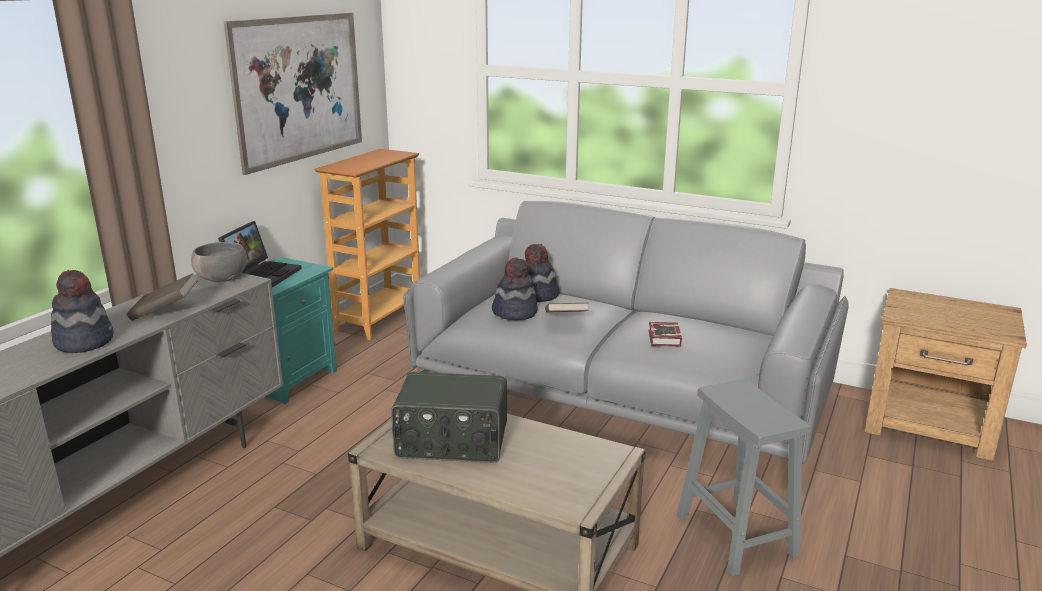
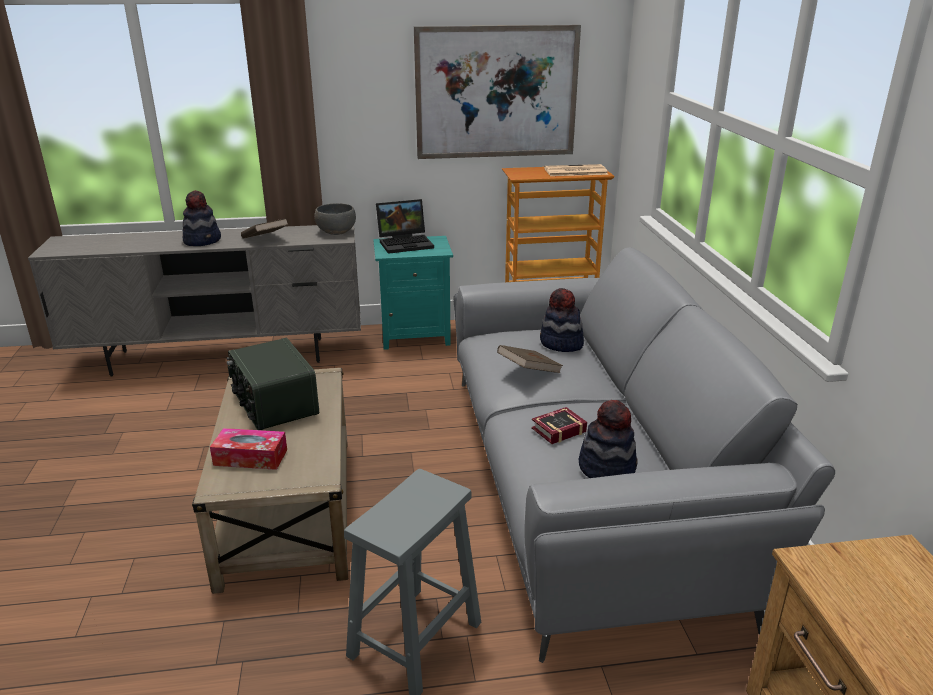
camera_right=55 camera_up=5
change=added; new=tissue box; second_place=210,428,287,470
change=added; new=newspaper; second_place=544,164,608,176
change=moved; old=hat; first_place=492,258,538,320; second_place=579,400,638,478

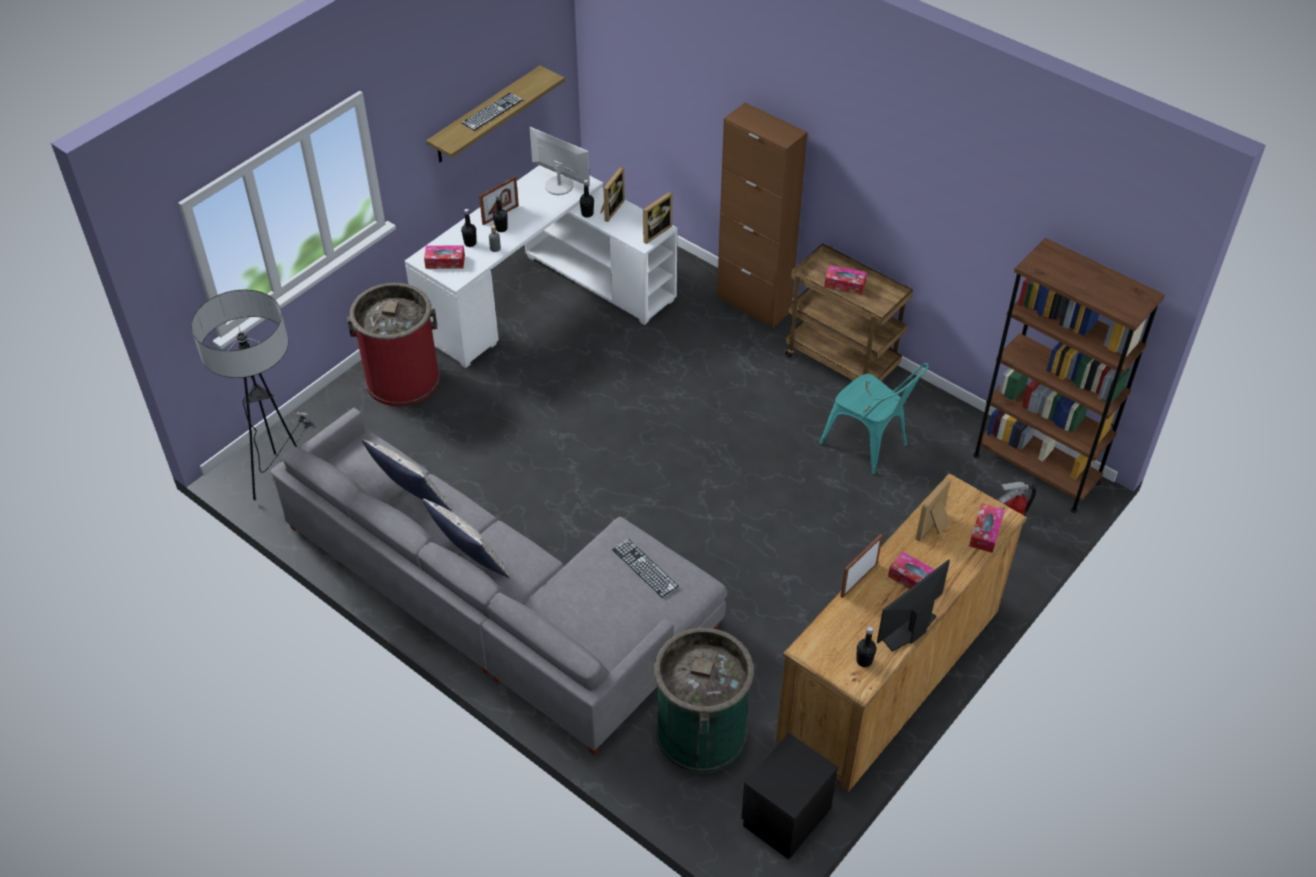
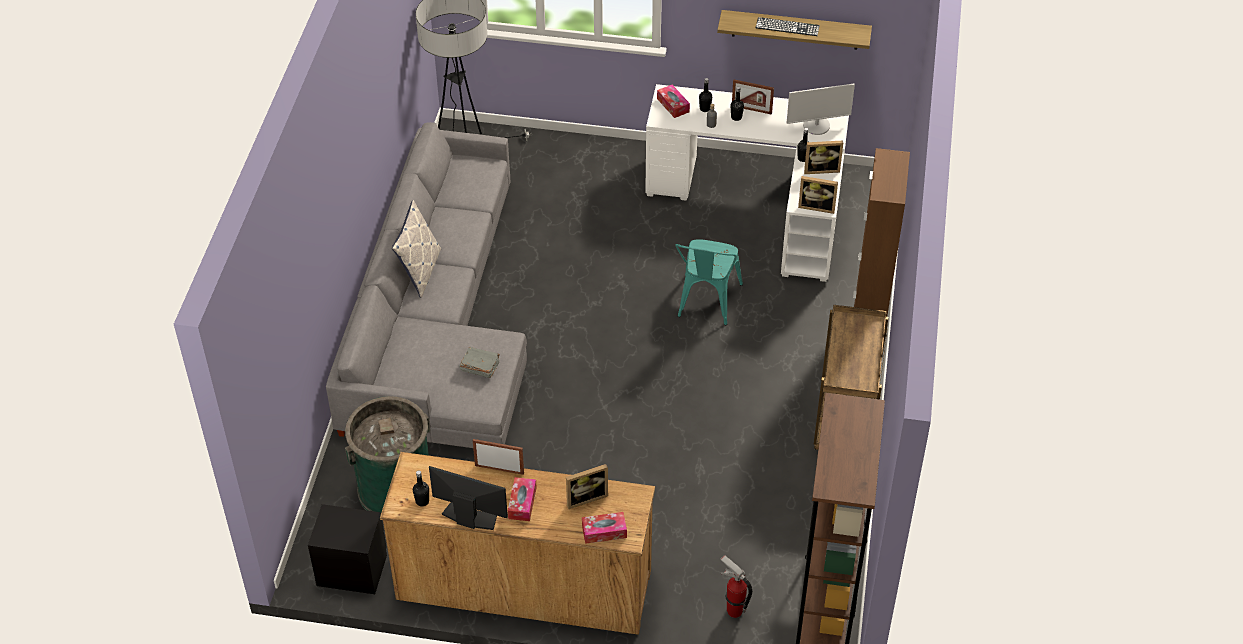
camera_right=60 camera_up=0
change=removed; old=red trash can; first_place=347,283,440,406
change=removed; old=pillow; first_place=362,439,452,511
change=removed; old=tissue box; first_place=824,265,867,295
change=moved; old=turquoise chair; first_place=819,363,929,475; second_place=675,239,743,325
change=replaced; old=keyboard; new=grey book; first_place=612,539,678,597; second_place=460,347,500,378
change=turned; old=monitor; first_place=530,127,590,195; second_place=787,84,855,135; degrees=75
change=turned; old=picture frame; first_place=916,477,951,542; second_place=566,464,608,509; degrees=150

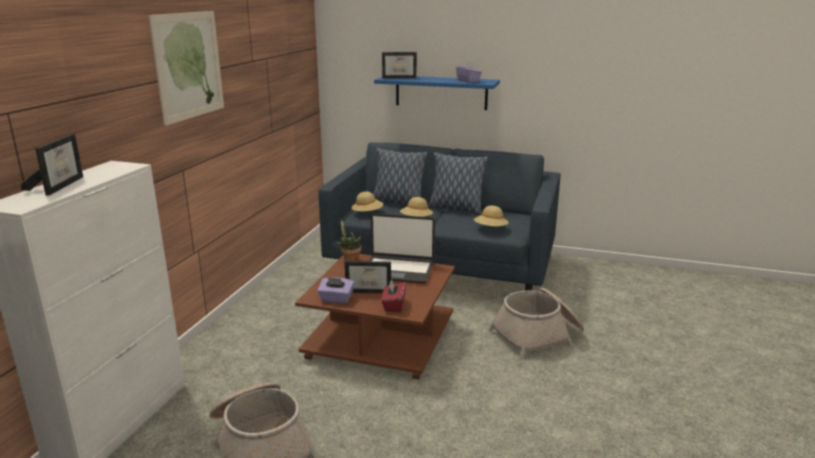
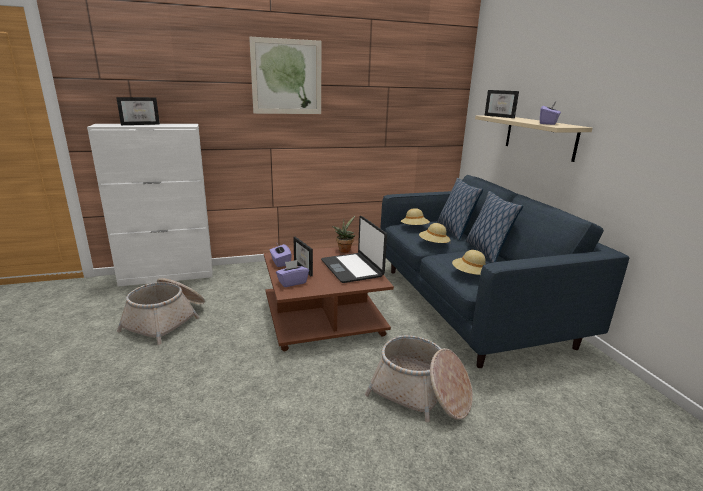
camera_right=55 camera_up=0
change=recoloured; old=blue shelf; new=beige shelf; first_place=374,76,500,110; second_place=475,115,592,162
change=recoloured; old=red tissue box; new=purple tissue box; first_place=382,279,406,312; second_place=276,260,309,287

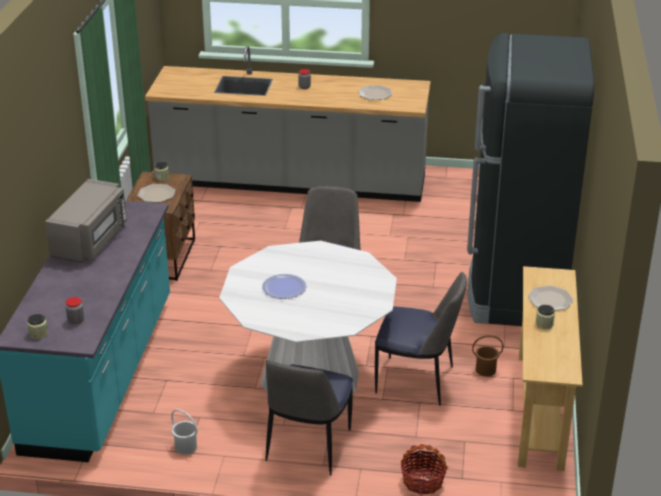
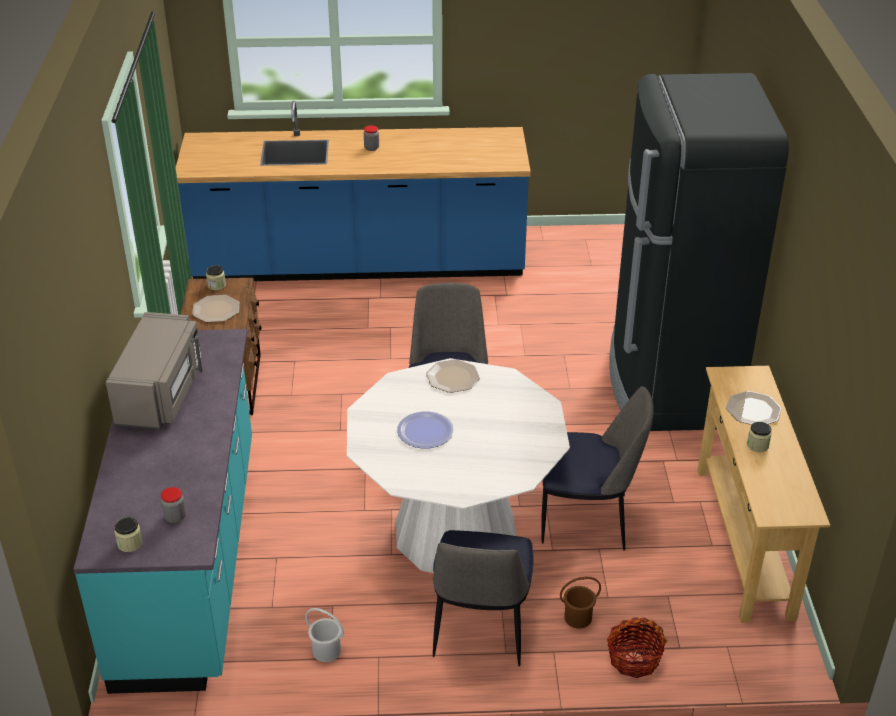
camera_right=-10 camera_up=5
change=moved; old=plate; first_place=358,85,392,100; second_place=426,359,480,393
change=moved; old=brown bucket; first_place=472,335,503,377; second_place=560,577,601,629
change=recoloured; old=grey counter; new=blue counter; first_place=145,45,431,202; second_place=176,101,531,281

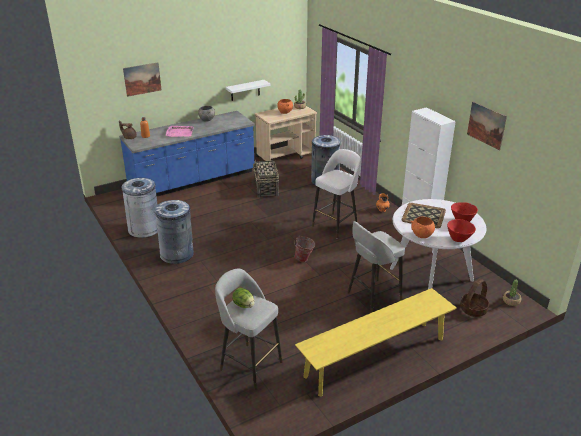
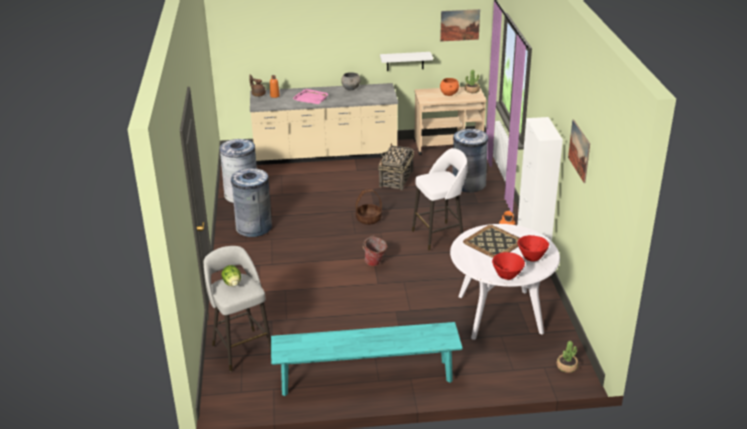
camera_right=25 camera_up=0
change=removed; old=grey stool; first_place=347,221,405,313
change=removed; old=orange bowl; first_place=411,217,435,238
change=moved; old=picture; first_place=123,63,162,97; second_place=440,9,480,42
change=moved; old=basket; first_place=460,279,489,317; second_place=356,189,382,225
change=recoloured; old=blue counter; new=beige counter; first_place=119,111,255,196; second_place=250,83,398,165
change=recoloured; old=yellow bench; new=turquoise bench; first_place=295,288,457,396; second_place=271,322,463,396

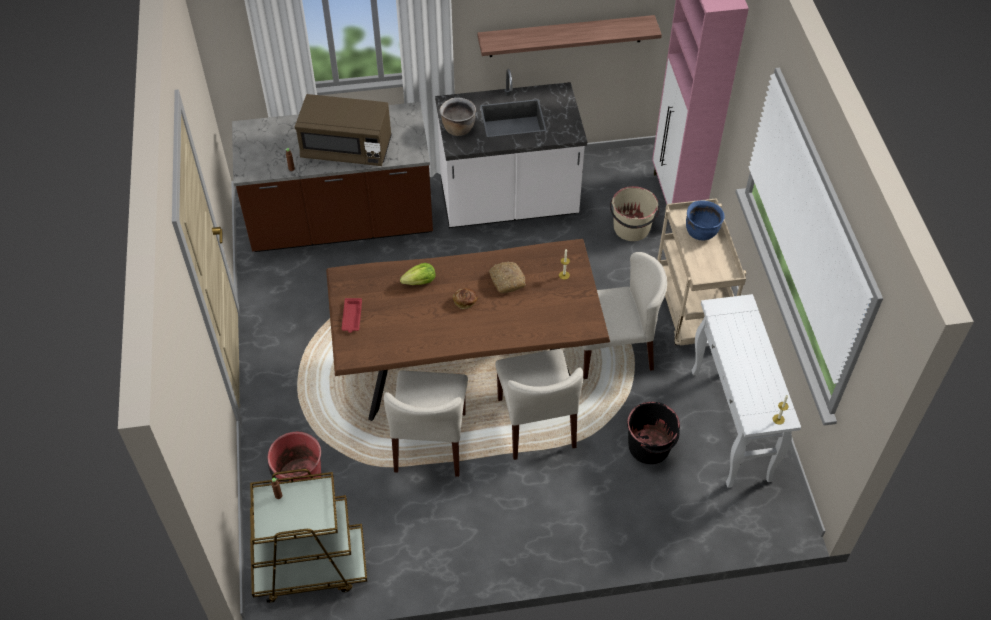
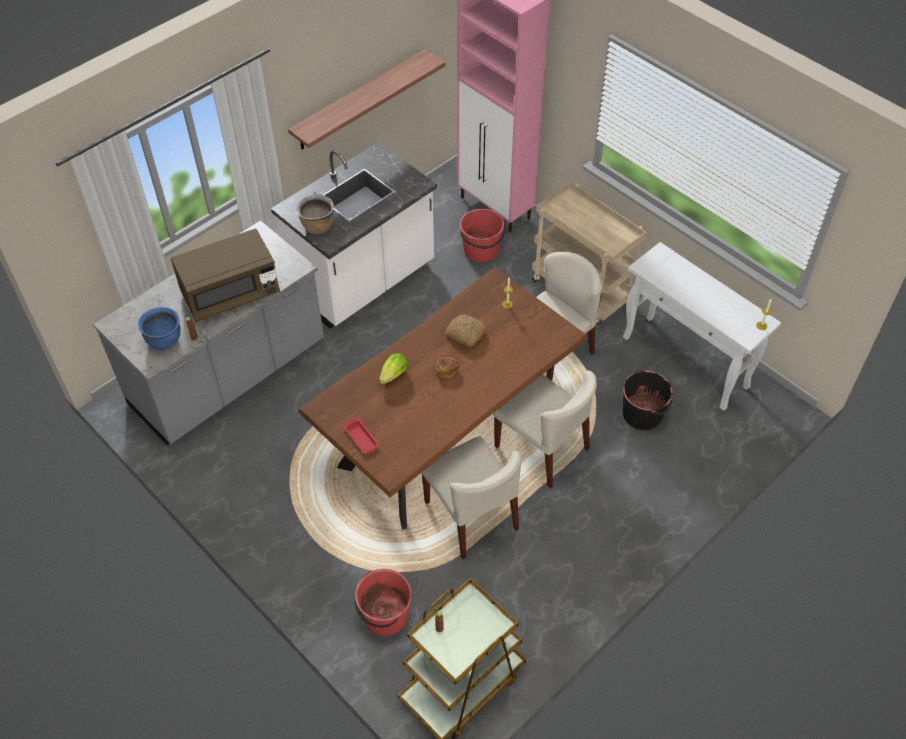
camera_right=-35 camera_up=0
change=moved; old=blue cooking pot; first_place=686,200,725,240; second_place=138,307,180,350
change=recoloured; old=brown counter; new=grey counter; first_place=232,102,433,252; second_place=93,220,324,445
change=recoloured; old=beige bucket; new=red bucket; first_place=610,186,659,241; second_place=460,209,506,262

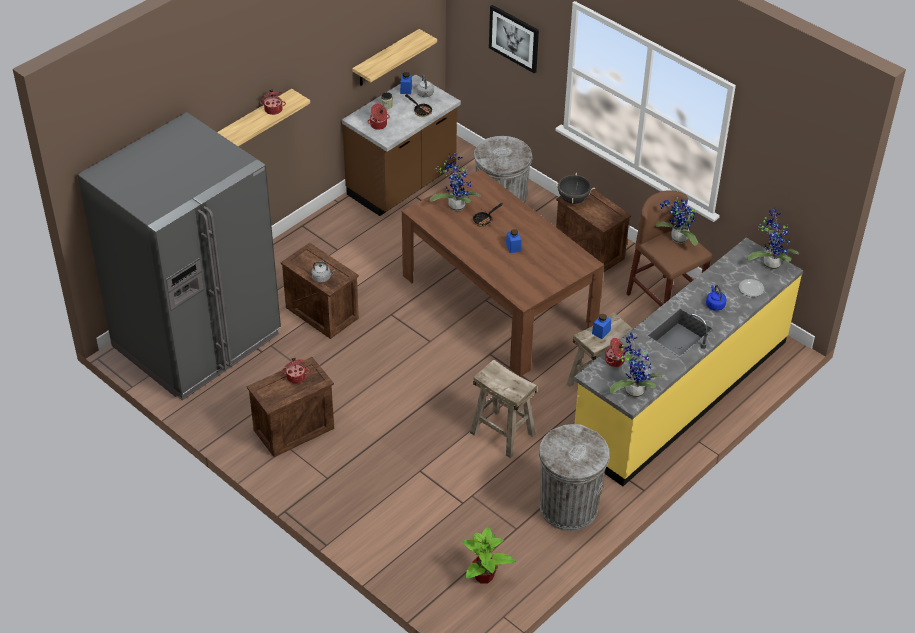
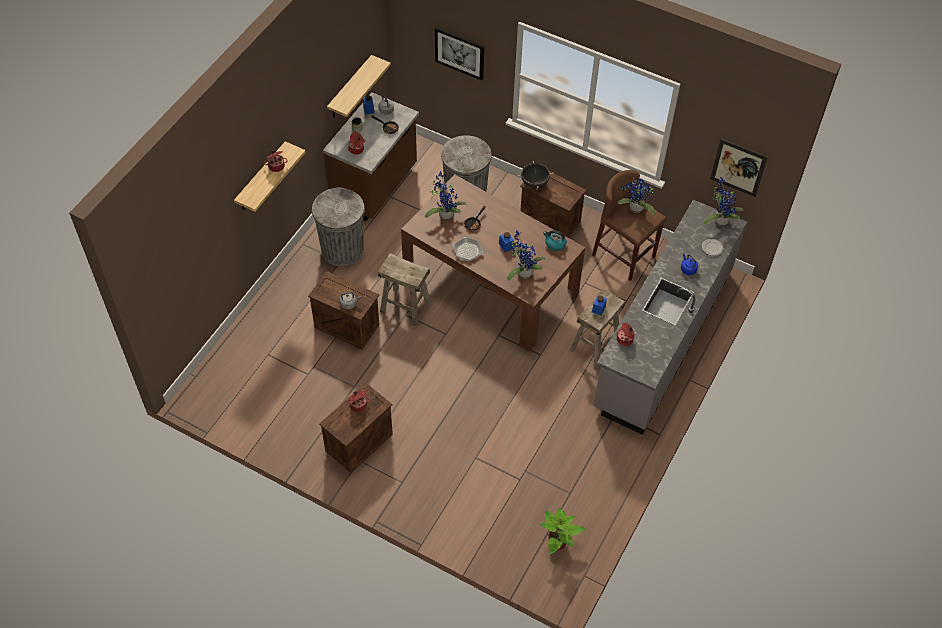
camera_right=-15 camera_up=10
change=removed; old=grey fridge; first_place=78,112,281,401
change=added; new=frying pan; second_place=452,237,483,261
change=added; new=kettle; second_place=543,230,567,251
change=added; new=picture; second_place=710,139,768,197
change=moved; old=beige stool; first_place=470,359,537,458; second_place=378,253,431,326
change=moved; old=grey trash can; first_place=539,424,610,531; second_place=312,187,365,266
change=moved; old=potted plant; first_place=609,332,663,398; second_place=507,230,545,280
change=recoloured; old=yellow counter; new=grey counter; first_place=574,238,803,486; second_place=594,200,747,435

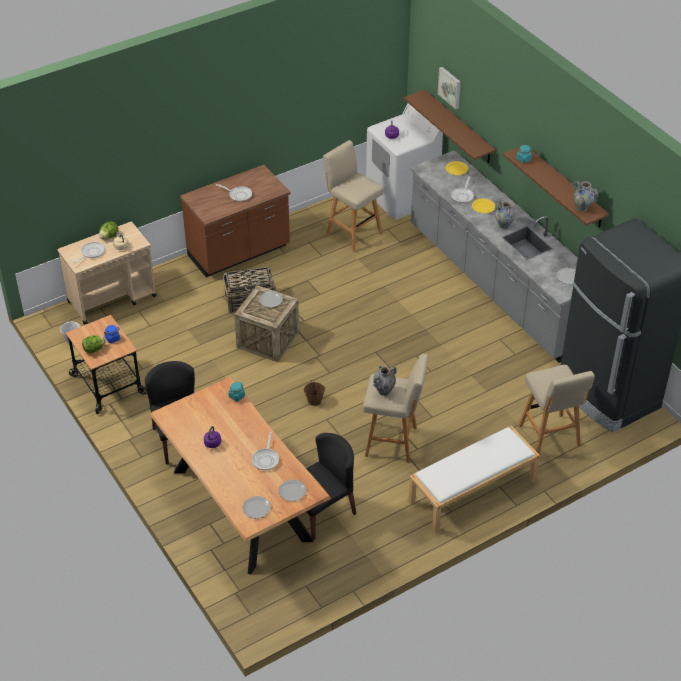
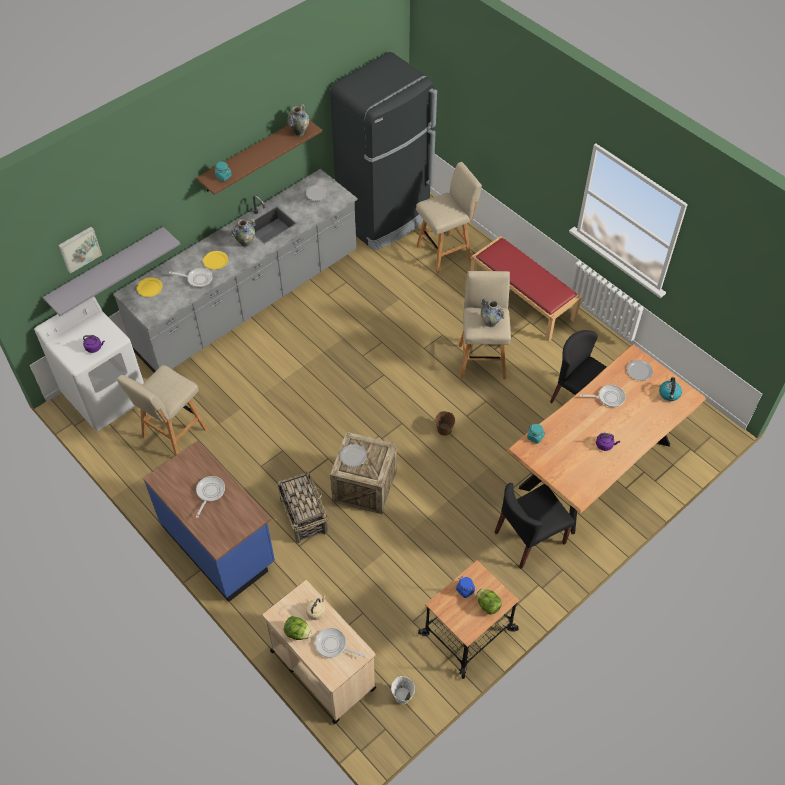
camera_right=-100 camera_up=10
change=replaced; old=plate; new=kettle; first_place=242,496,271,519; second_place=659,377,682,401
change=recoloured; old=brown counter; new=blue counter; first_place=180,165,291,277; second_place=143,441,275,602
change=recoloured; old=brown shelf; new=grey shelf; first_place=404,90,495,163; second_place=43,227,180,316
change=recoloured; old=white bench; new=red bench; first_place=408,426,540,533; second_place=470,236,582,342

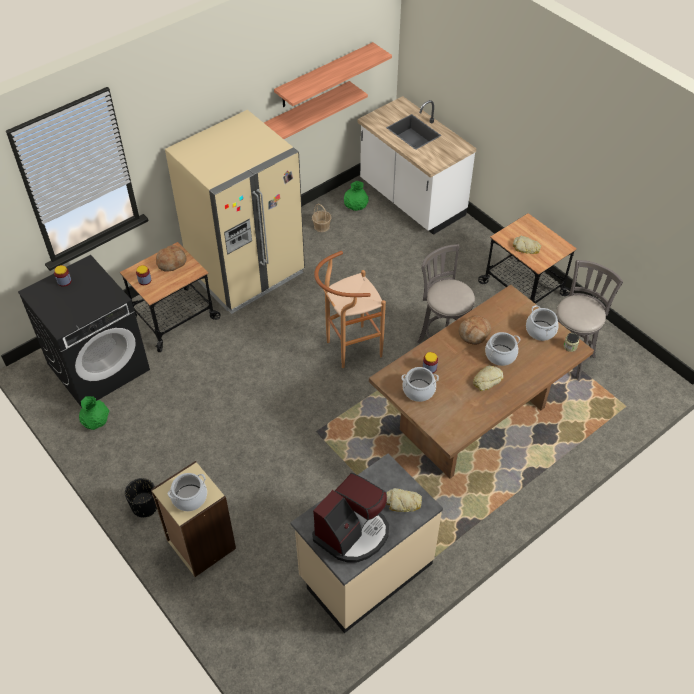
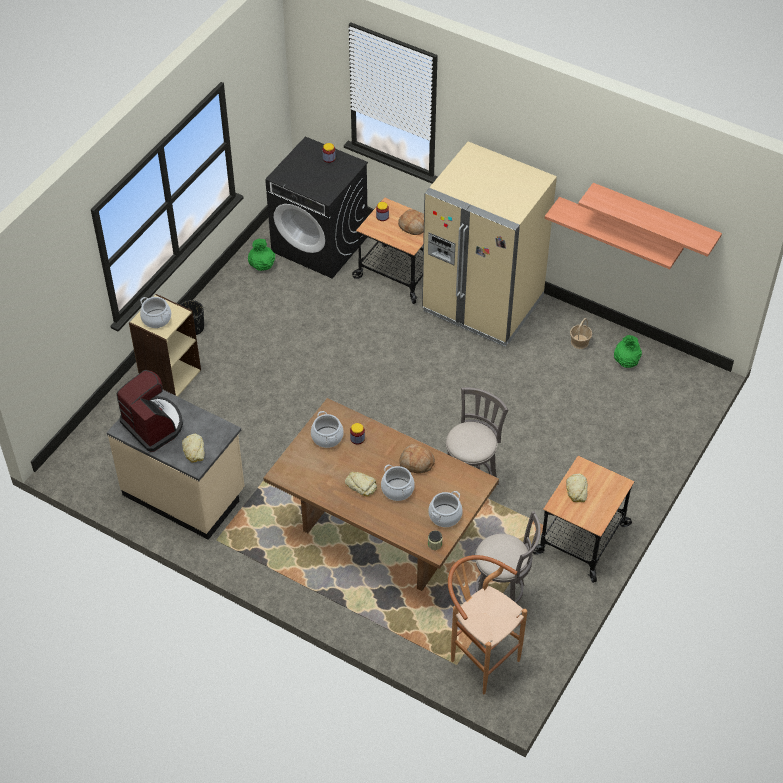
camera_right=70 camera_up=0
change=removed; old=white counter; first_place=357,96,477,235
change=moved; old=brown stool; first_place=314,251,386,368; second_place=448,555,527,694
change=turned; old=coffee machine; first_place=312,473,389,563; second_place=117,370,183,452; degrees=-150

